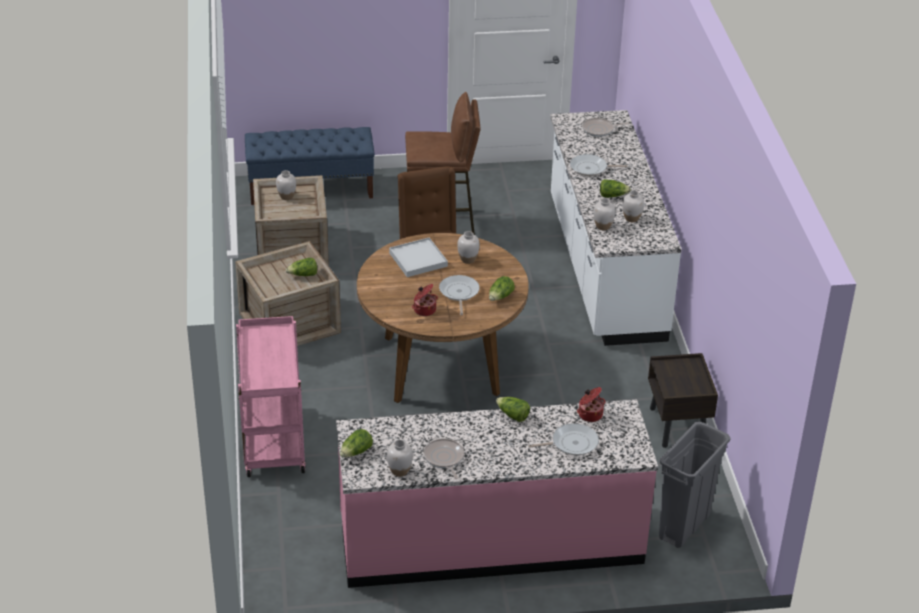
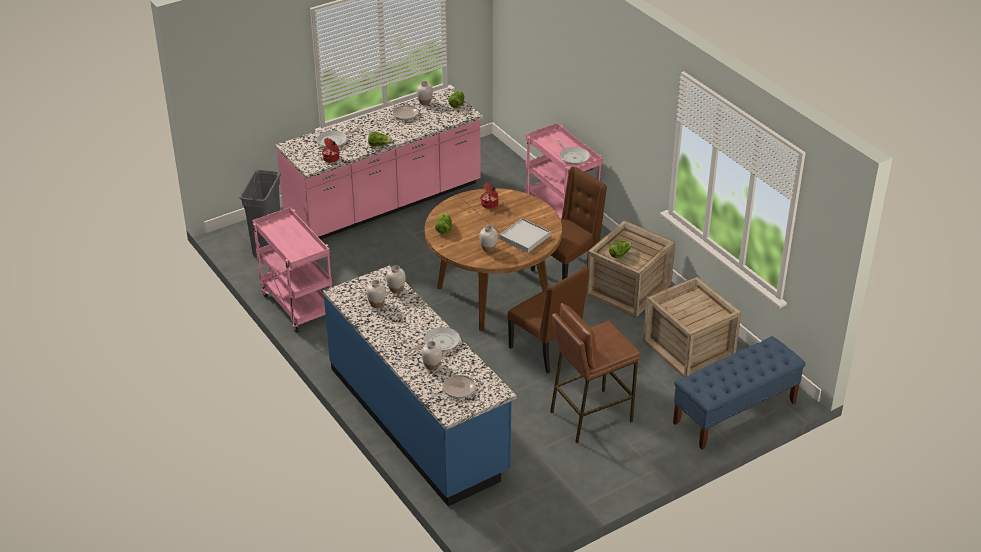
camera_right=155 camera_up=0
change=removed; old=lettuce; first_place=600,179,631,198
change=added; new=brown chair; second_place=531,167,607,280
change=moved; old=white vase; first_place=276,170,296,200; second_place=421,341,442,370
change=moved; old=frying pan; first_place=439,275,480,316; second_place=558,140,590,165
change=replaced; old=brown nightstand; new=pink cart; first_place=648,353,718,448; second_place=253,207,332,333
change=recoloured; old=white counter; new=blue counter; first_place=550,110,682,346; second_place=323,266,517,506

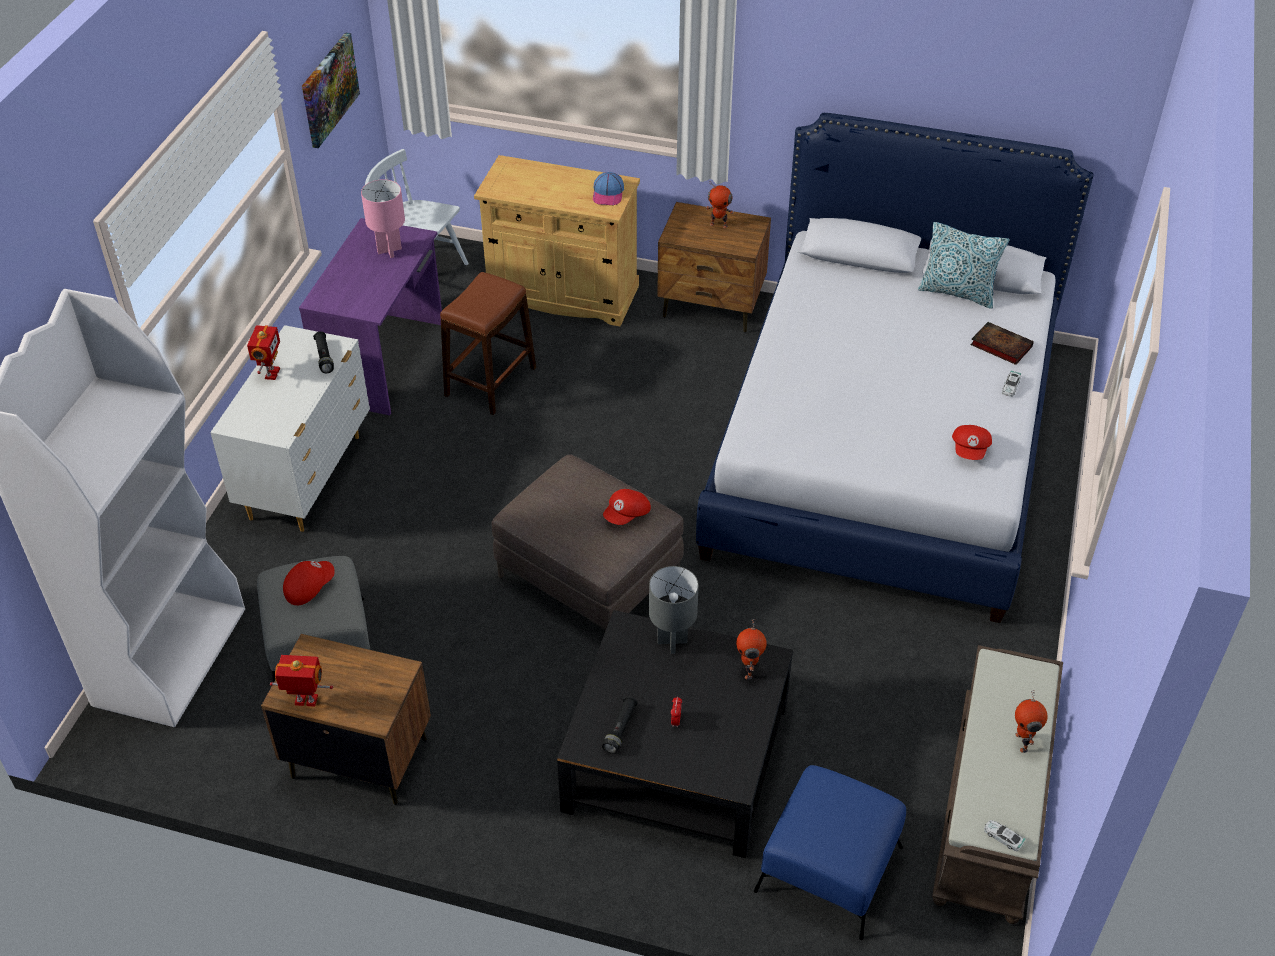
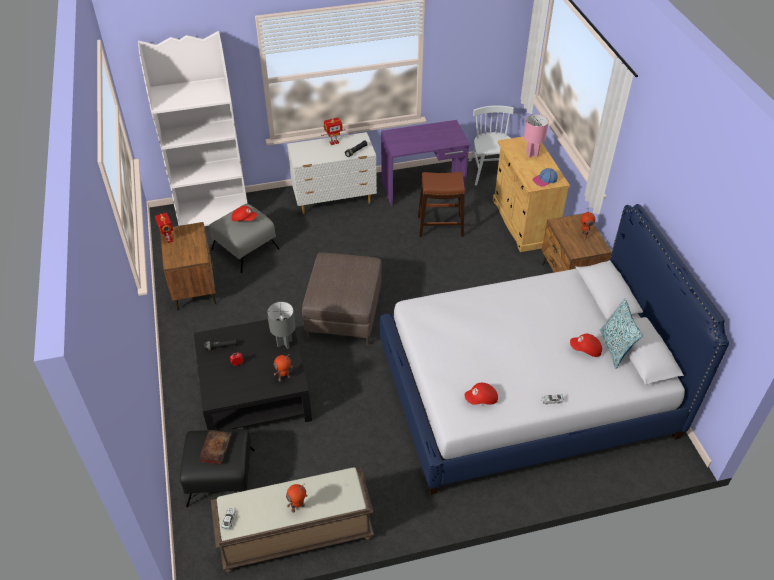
camera_right=60 camera_up=0
change=removed; old=picture; first_place=302,32,360,148
change=moved; old=pink table lamp; first_place=361,179,405,258; second_place=524,114,549,158
change=moved; old=red cap; first_place=603,489,651,525; second_place=570,334,602,357
change=moved; old=book; first_place=970,322,1034,365; second_place=199,430,232,465
change=recoloured; old=blue ottoman; new=black ottoman; first_place=754,765,906,940; second_place=180,429,255,507

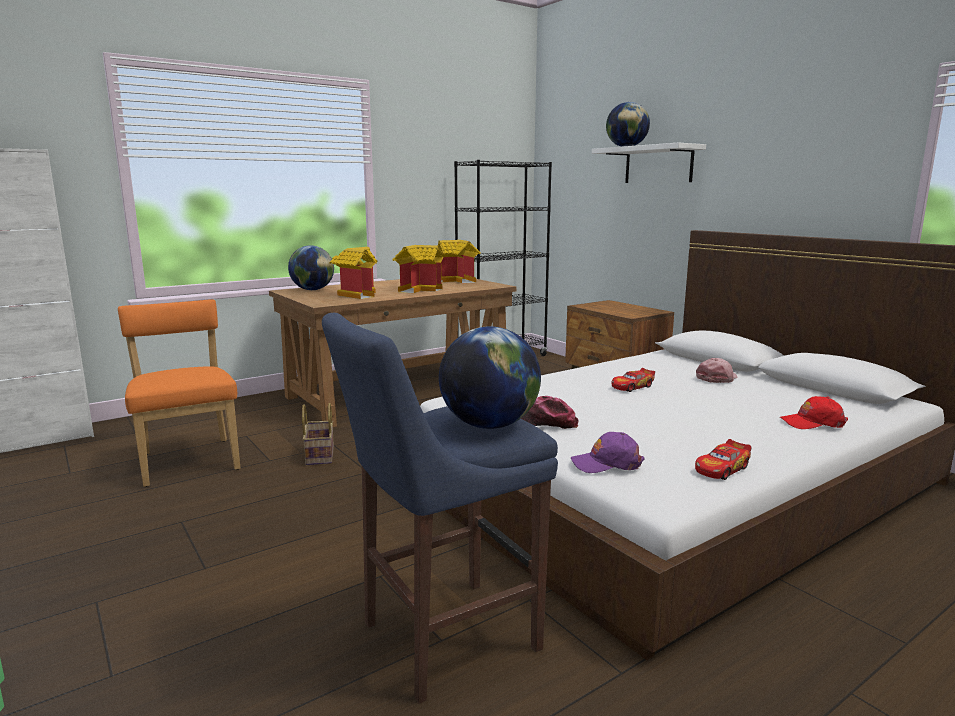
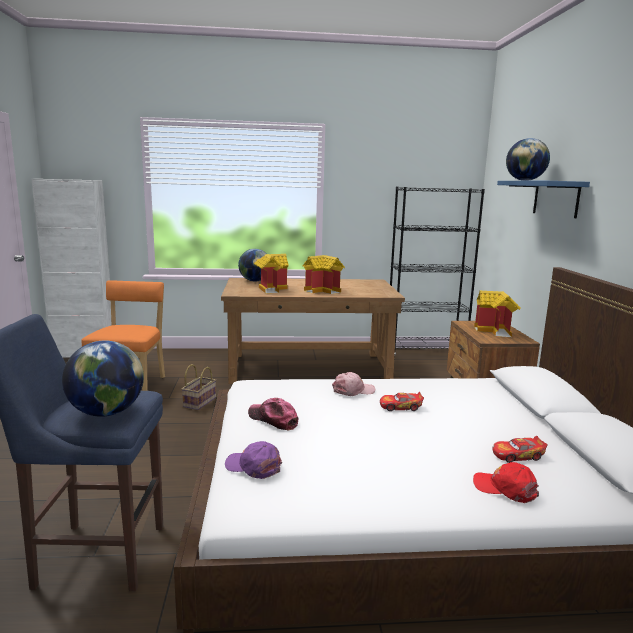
camera_right=30 camera_up=0
change=moved; old=toy house; first_place=438,240,481,283; second_place=474,291,521,337
change=moved; old=toy car; first_place=695,439,751,480; second_place=492,436,548,463
change=moved; old=pink cap; first_place=696,358,738,383; second_place=332,372,375,396
change=recoloured; old=white shelf; new=blue shelf; first_place=592,143,706,183; second_place=497,181,590,218

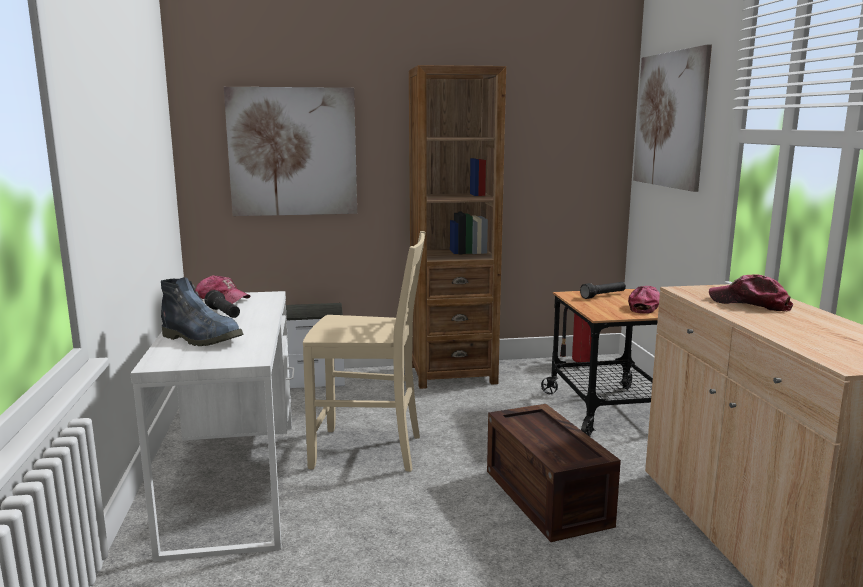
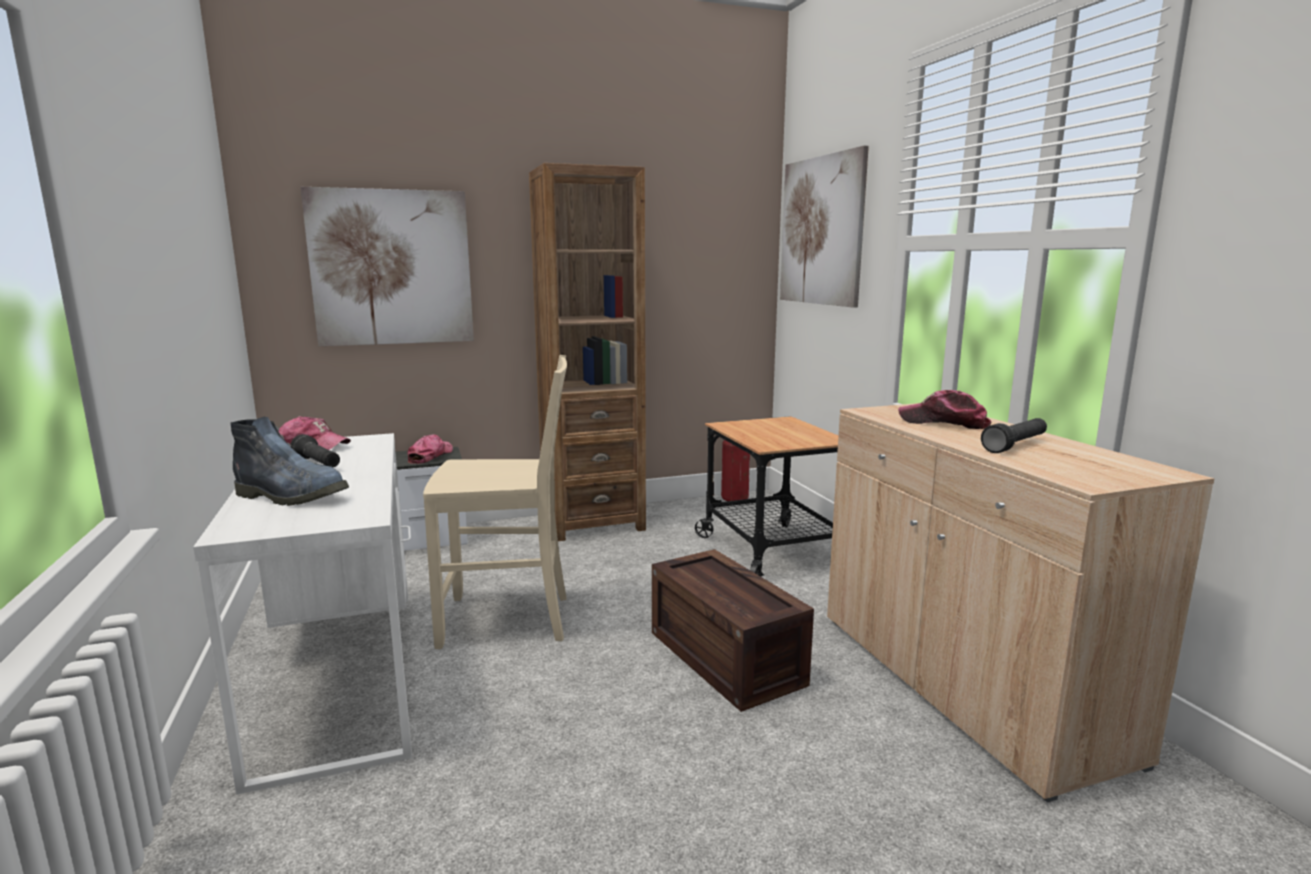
camera_right=-10 camera_up=0
change=moved; old=black flashlight; first_place=580,282,626,299; second_place=981,418,1047,453
change=moved; old=cap; first_place=628,286,660,314; second_place=407,434,453,464

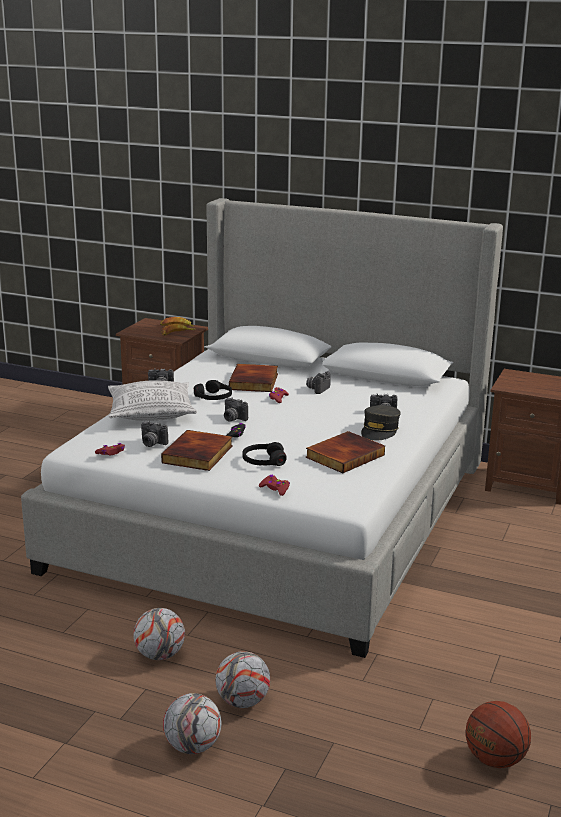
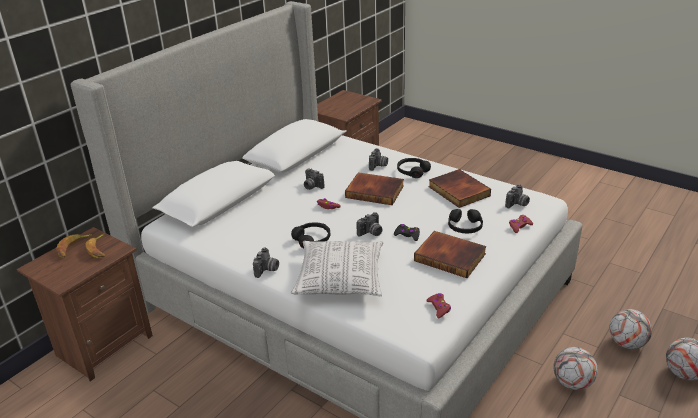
camera_right=-75 camera_up=10
change=removed; old=basketball; first_place=466,701,531,768
change=moved; old=photo camera; first_place=141,421,168,447; second_place=505,184,530,209
change=moved; old=book; first_place=229,364,278,392; second_place=345,172,404,205
change=replaced; old=grey cap; new=black headphones; first_place=361,405,401,441; second_place=397,158,431,178

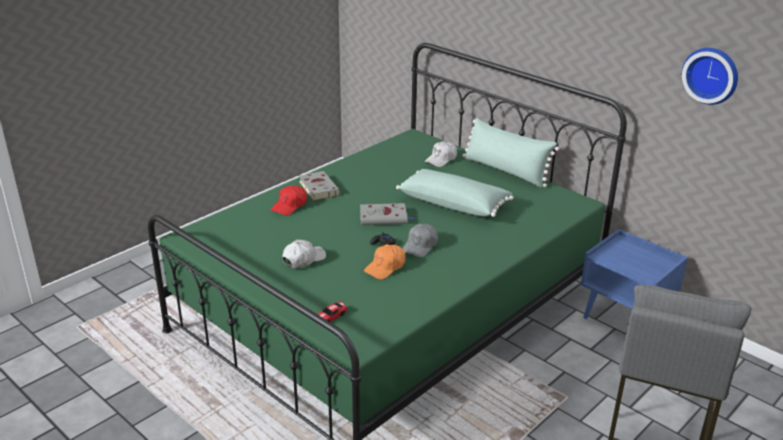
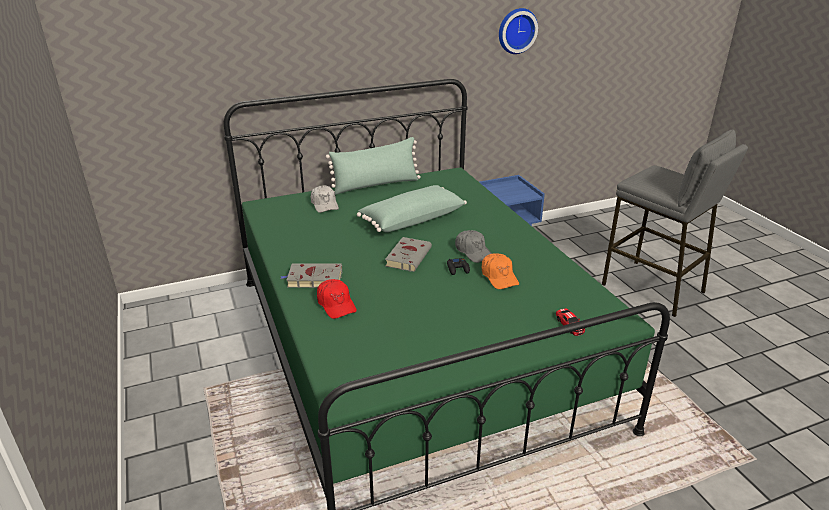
camera_right=-65 camera_up=0
change=removed; old=white cap; first_place=282,240,326,268

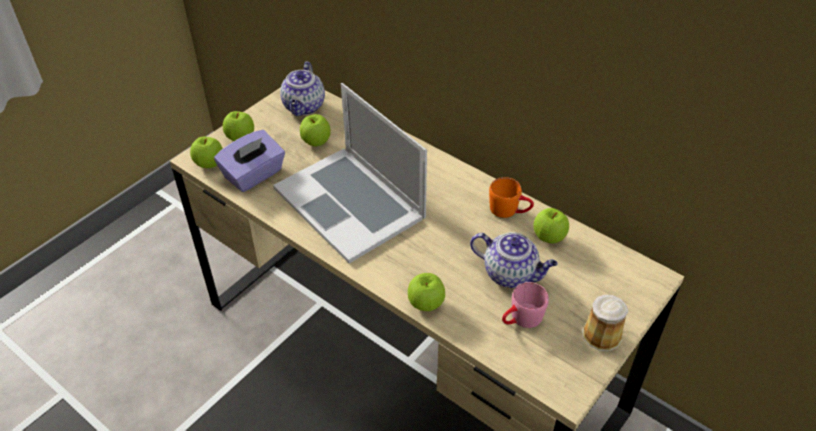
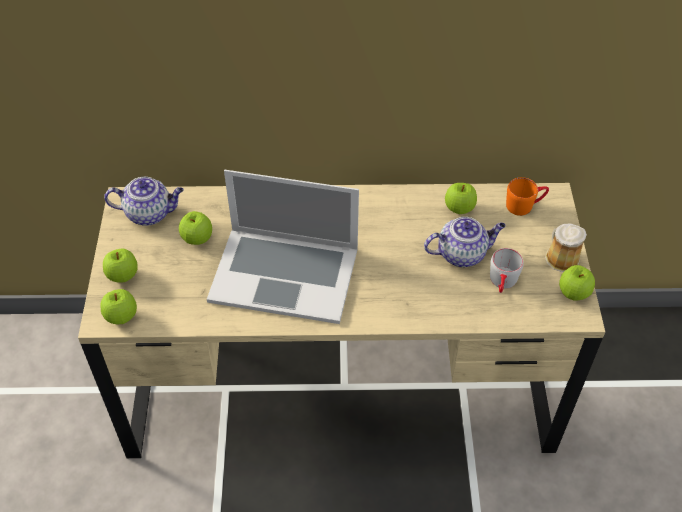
camera_right=-40 camera_up=5
change=removed; old=purple tissue box; first_place=214,130,285,192
change=moved; old=apple; first_place=408,273,445,311; second_place=559,265,595,301
change=moved; old=orange mug; first_place=489,177,534,218; second_place=506,177,549,216
change=recoloured; old=pink mug; new=grey mug; first_place=502,282,549,328; second_place=490,248,524,293
change=turned; old=teapot; first_place=280,62,325,116; second_place=104,177,184,226; degrees=-60

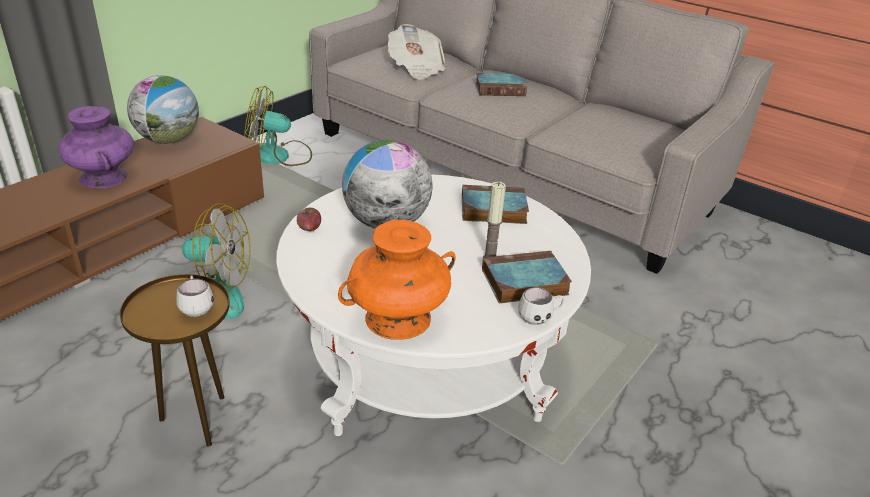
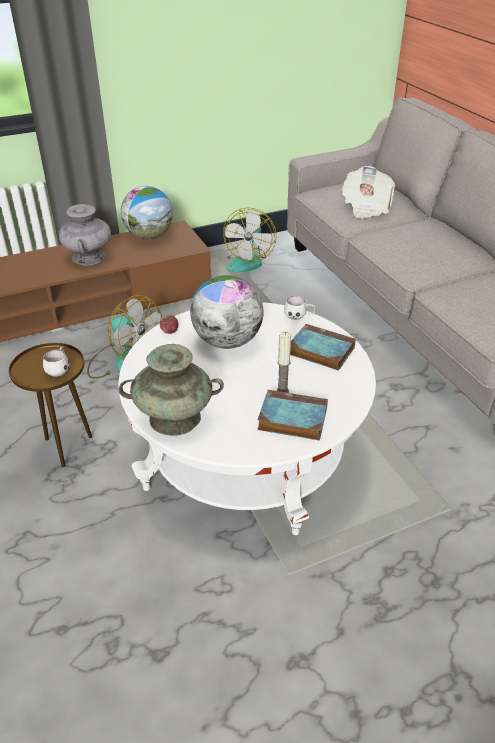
camera_right=30 camera_up=5
change=removed; old=book; first_place=475,73,527,96
change=moved; old=white mug; first_place=518,287,565,325; second_place=284,296,316,320
change=recoloured; old=purple vase; new=grey vase; first_place=58,106,134,188; second_place=59,204,111,266
change=recoloured; old=orange vase; new=turquoise vase; first_place=338,220,456,340; second_place=119,344,224,436
change=turned; old=fan; first_place=244,86,312,166; second_place=223,207,277,272; degrees=-105

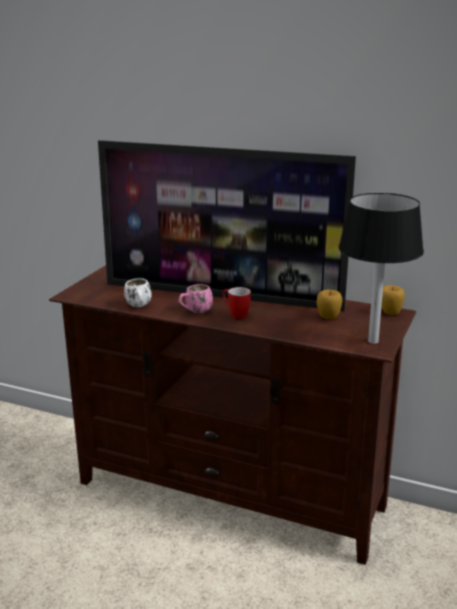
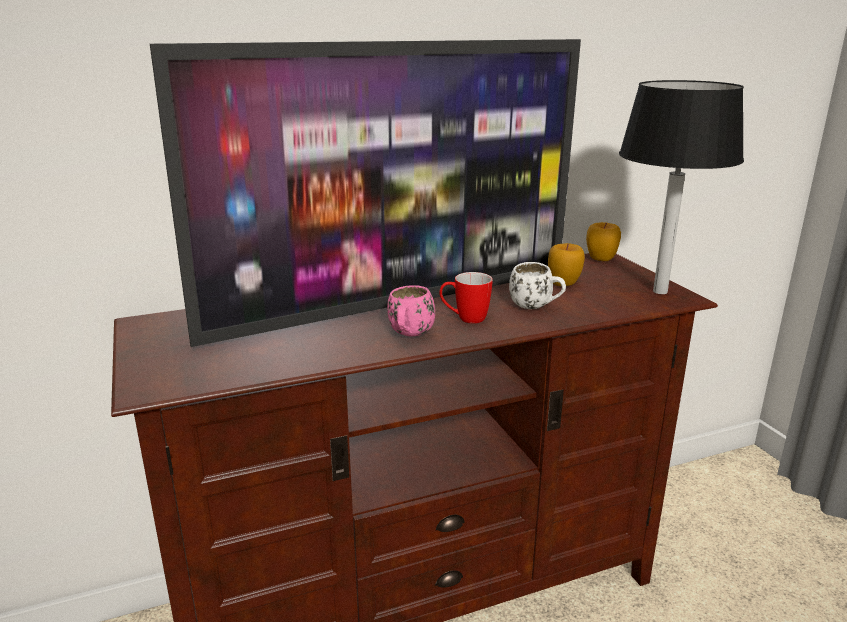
camera_right=-45 camera_up=0
change=moved; old=white mug; first_place=124,278,152,307; second_place=509,262,566,309

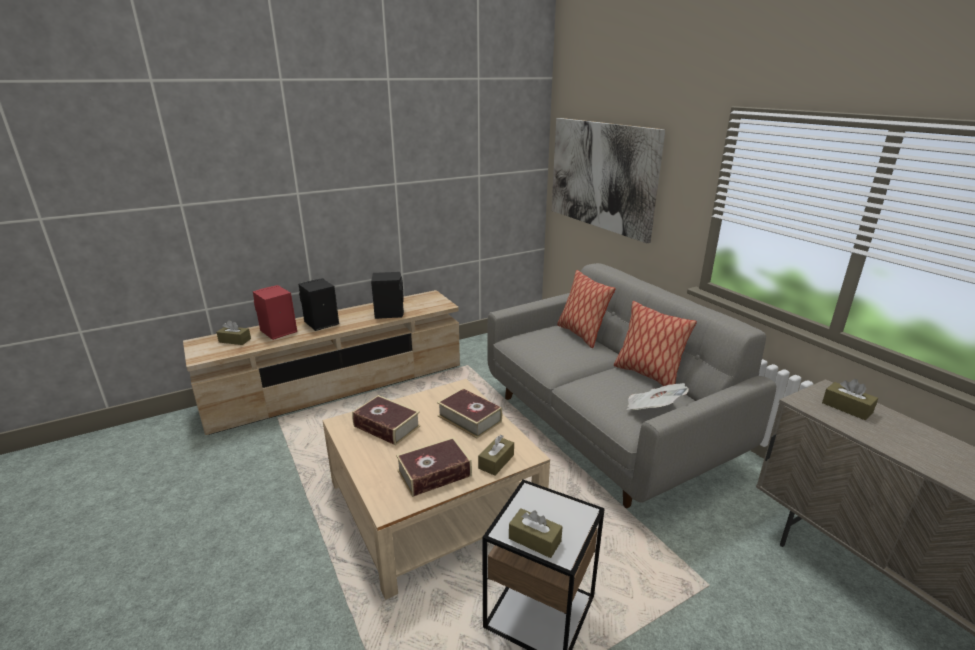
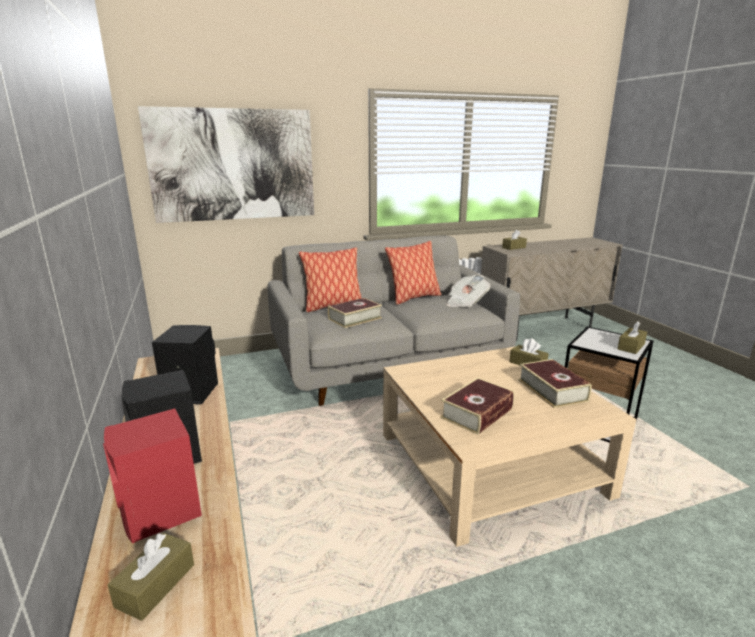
camera_right=-80 camera_up=-5
change=moved; old=book; first_place=437,388,502,439; second_place=328,298,382,328

